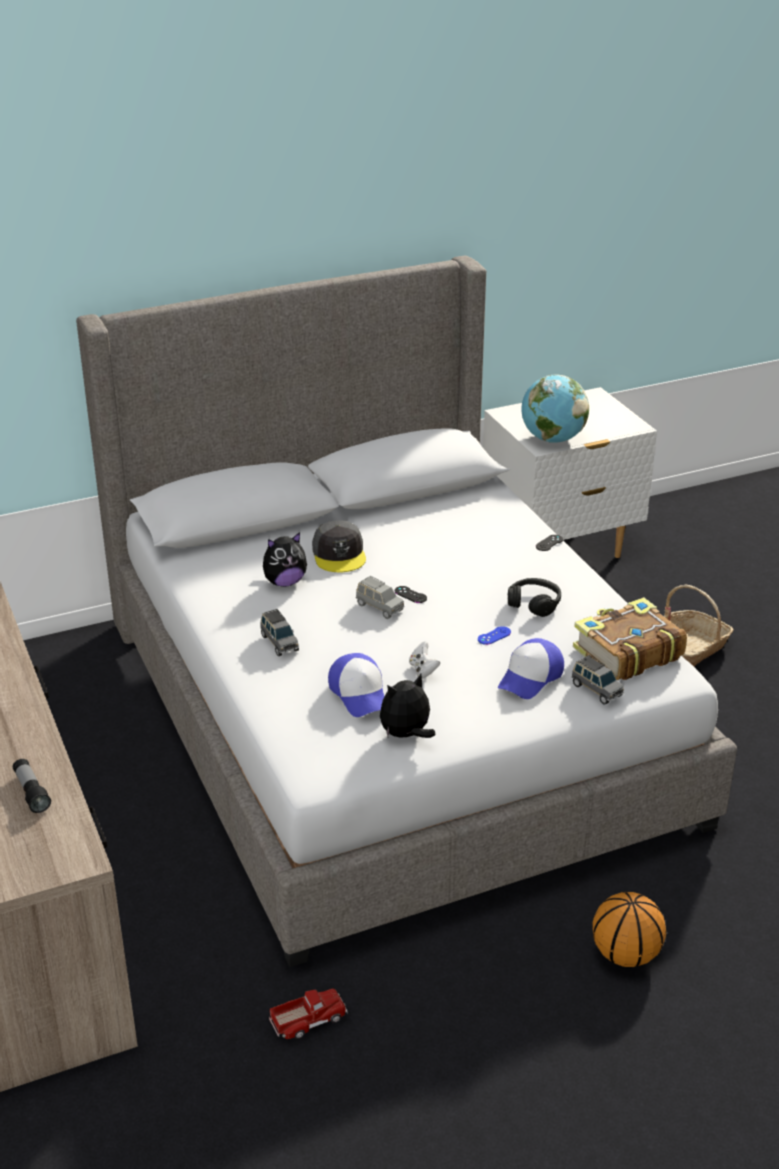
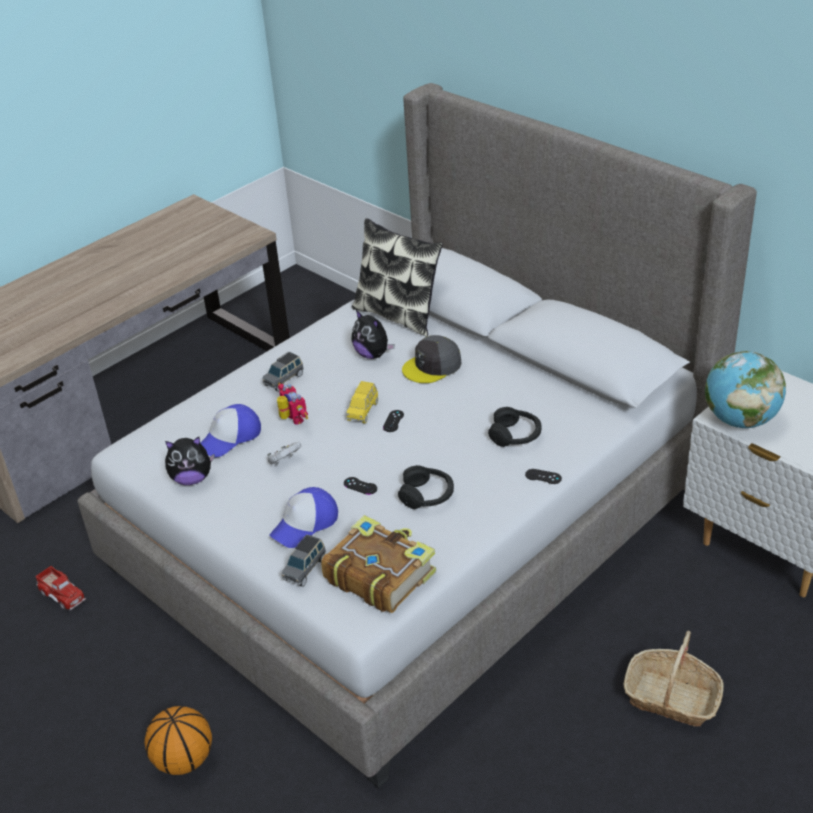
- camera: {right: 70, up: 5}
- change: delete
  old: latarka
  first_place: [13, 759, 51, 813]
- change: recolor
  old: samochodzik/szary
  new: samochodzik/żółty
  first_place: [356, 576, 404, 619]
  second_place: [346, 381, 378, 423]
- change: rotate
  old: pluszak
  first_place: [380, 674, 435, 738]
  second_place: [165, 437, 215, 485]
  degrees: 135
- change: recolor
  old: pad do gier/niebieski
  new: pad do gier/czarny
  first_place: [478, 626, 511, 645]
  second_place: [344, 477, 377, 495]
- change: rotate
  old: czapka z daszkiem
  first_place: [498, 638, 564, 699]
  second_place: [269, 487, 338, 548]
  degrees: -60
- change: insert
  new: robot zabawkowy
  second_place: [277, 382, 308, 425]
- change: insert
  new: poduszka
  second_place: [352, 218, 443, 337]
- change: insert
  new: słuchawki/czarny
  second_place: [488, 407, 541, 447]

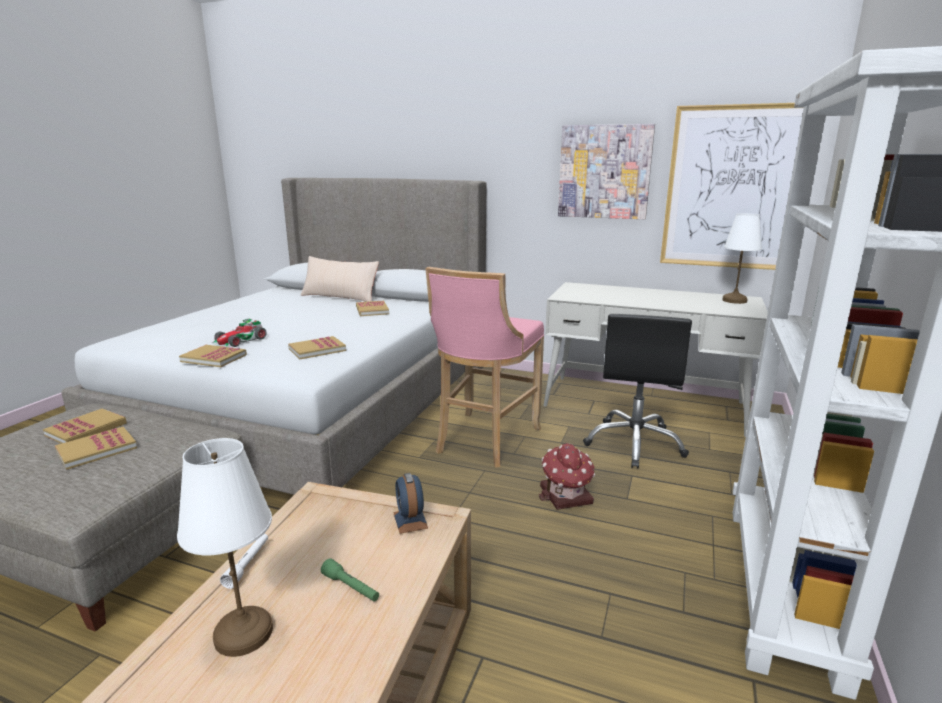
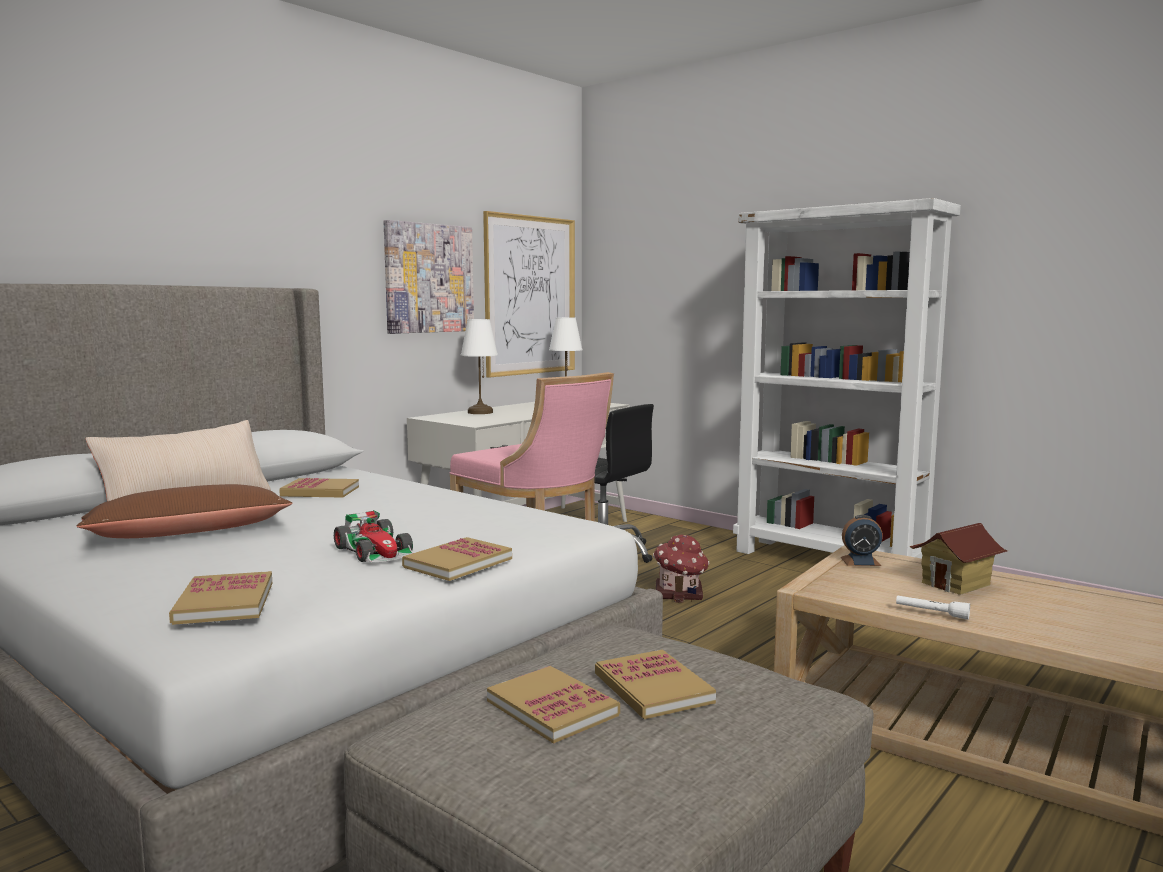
- camera: {right: -70, up: -10}
- change: move
  old: lampa stołowa/biały
  first_place: [177, 438, 273, 657]
  second_place: [461, 319, 498, 414]
- change: move
  old: książka
  first_place: [288, 336, 346, 359]
  second_place: [169, 571, 272, 625]
- change: replace
  old: latarka/zielony
  new: domek
  first_place: [321, 558, 379, 601]
  second_place: [909, 523, 1008, 595]
- change: insert
  new: poduszka/brązowy
  second_place: [76, 484, 293, 538]

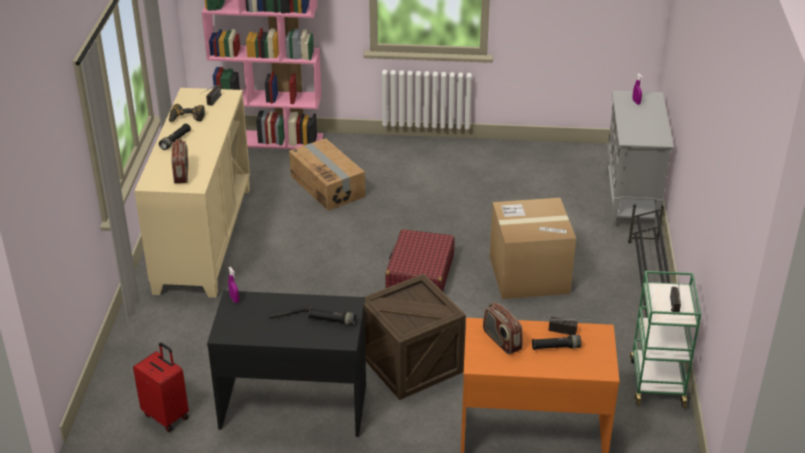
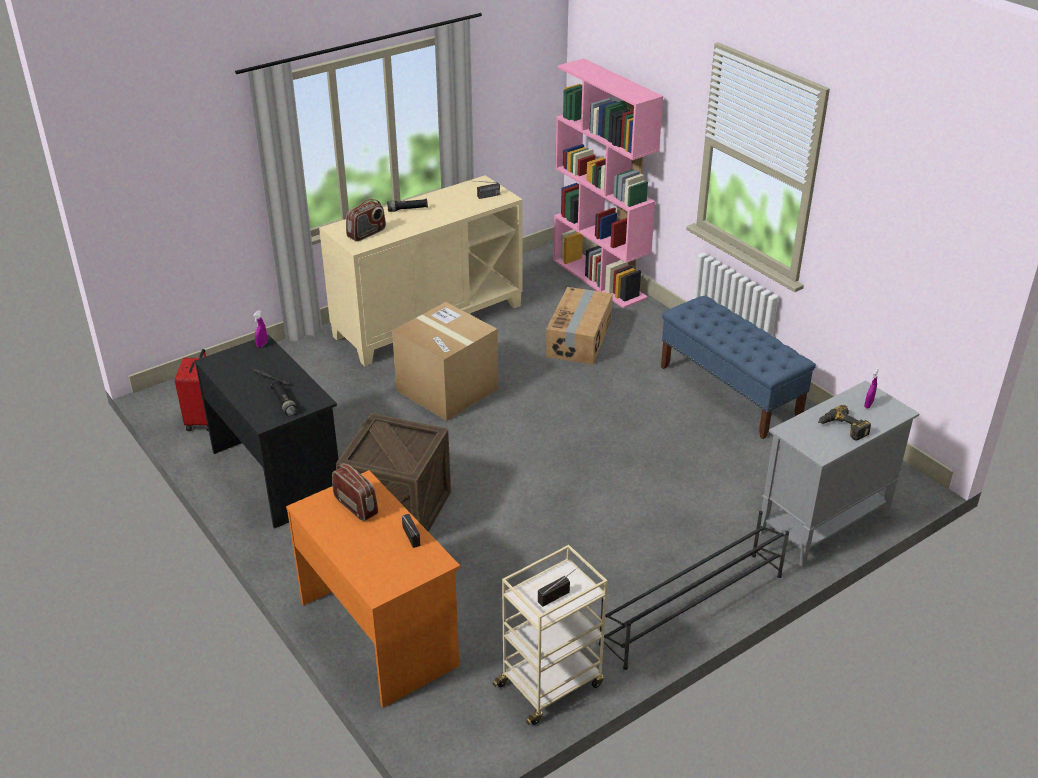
- camera: {right: 50, up: 0}
- change: move
  old: wiertarka
  first_place: [169, 104, 205, 122]
  second_place: [818, 405, 871, 441]
- change: delete
  old: walizka/czerwony
  first_place: [385, 229, 455, 292]
- change: rotate
  old: radio
  first_place: [483, 303, 523, 355]
  second_place: [332, 464, 378, 521]
  degrees: 120
- change: move
  old: karton
  first_place: [490, 197, 576, 299]
  second_place: [392, 302, 498, 421]
- change: delete
  old: latarka/czarny
  first_place: [532, 335, 581, 350]
- change: recolor
  old: wózek/zielony
  new: wózek/beżowy
  first_place: [630, 271, 701, 408]
  second_place: [493, 545, 608, 725]
- change: insert
  new: ławka/niebieski
  second_place: [661, 295, 816, 439]

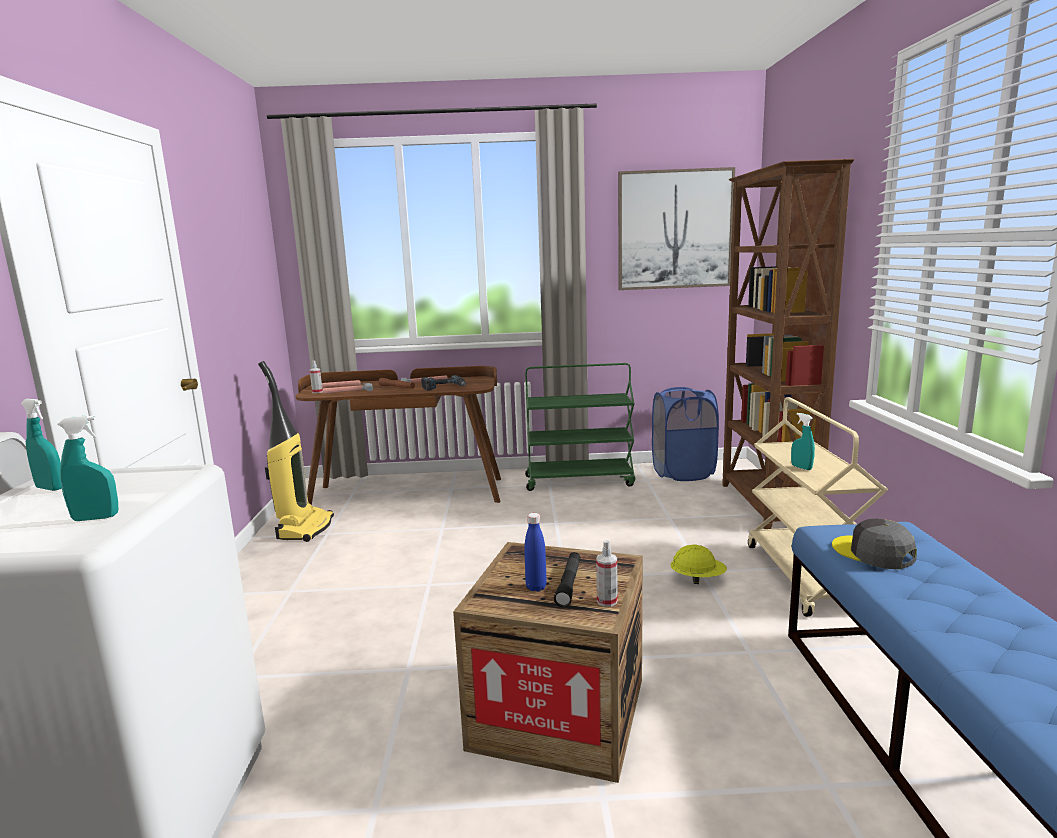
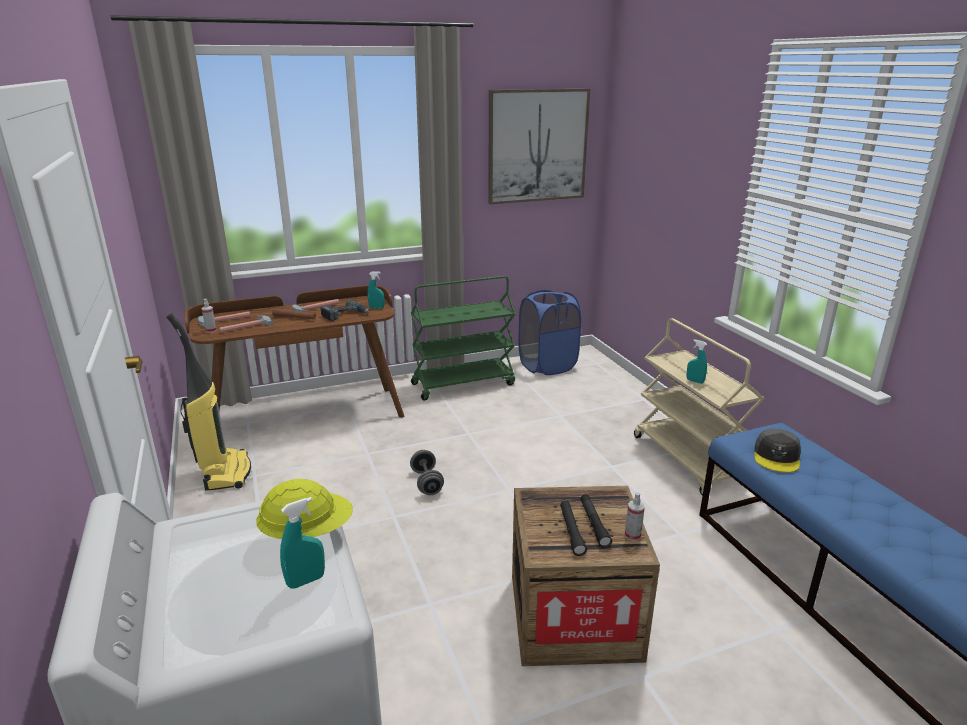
- camera: {right: -20, up: 10}
- change: move
  old: spryskiwacz/turkusowy
  first_place: [21, 399, 62, 491]
  second_place: [368, 272, 384, 309]
- change: replace
  old: butelka/niebieski
  new: latarka/czarny
  first_place: [524, 513, 547, 592]
  second_place: [560, 501, 587, 556]
- change: move
  old: kask/żółty
  first_place: [670, 544, 727, 584]
  second_place: [256, 479, 353, 539]
- change: delete
  old: regał/brązowy
  first_place: [722, 159, 854, 529]
- change: rotate
  old: czapka z daszkiem/szary
  first_place: [832, 518, 917, 569]
  second_place: [754, 428, 801, 473]
  degrees: -105
- change: insert
  new: hantel/szary
  second_place: [410, 450, 444, 495]

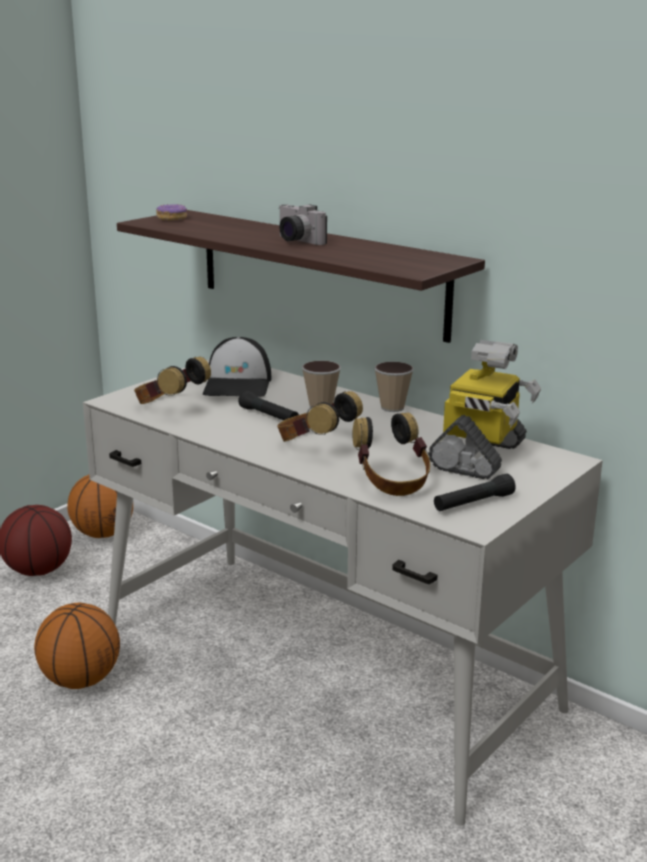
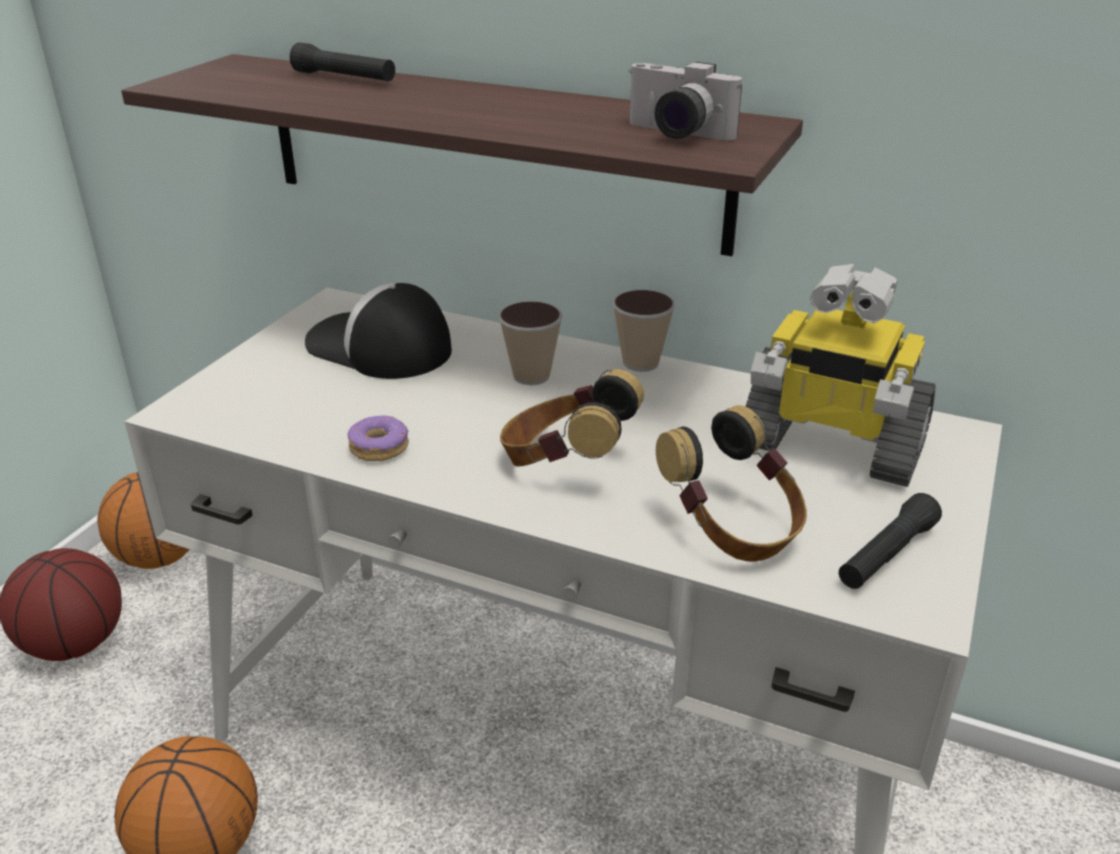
- camera: {right: -15, up: 10}
- change: delete
  old: słuchawki
  first_place: [134, 357, 211, 404]
- change: move
  old: donut
  first_place: [156, 204, 187, 221]
  second_place: [348, 415, 409, 461]
- change: rotate
  old: czapka z daszkiem
  first_place: [203, 337, 272, 397]
  second_place: [305, 283, 452, 379]
  degrees: 135
- change: move
  old: latarka/czarny
  first_place: [238, 391, 299, 420]
  second_place: [290, 43, 395, 81]
- change: move
  old: aparat fotograficzny
  first_place: [279, 204, 327, 245]
  second_place: [629, 62, 742, 141]
- change: rotate
  old: robot zabawkowy
  first_place: [428, 340, 541, 479]
  second_place: [746, 264, 936, 487]
  degrees: 105

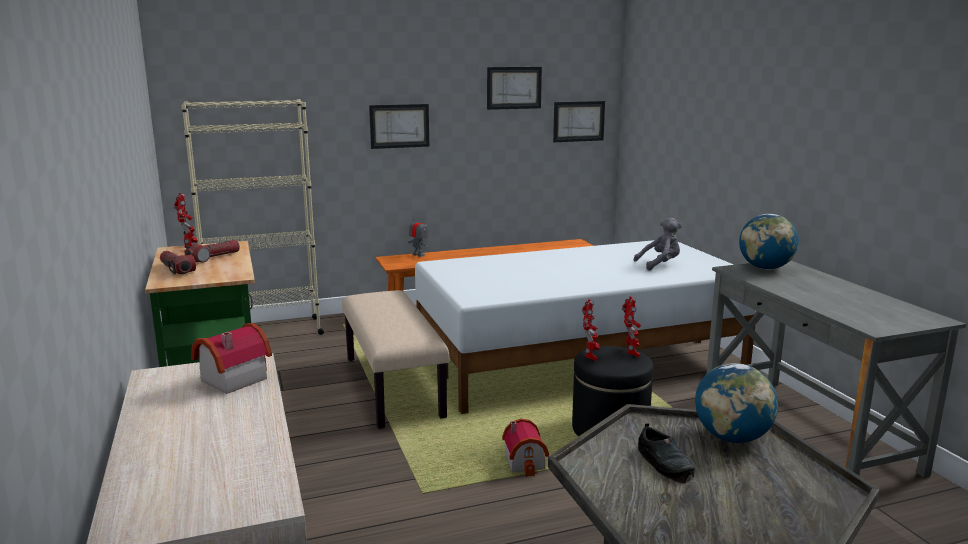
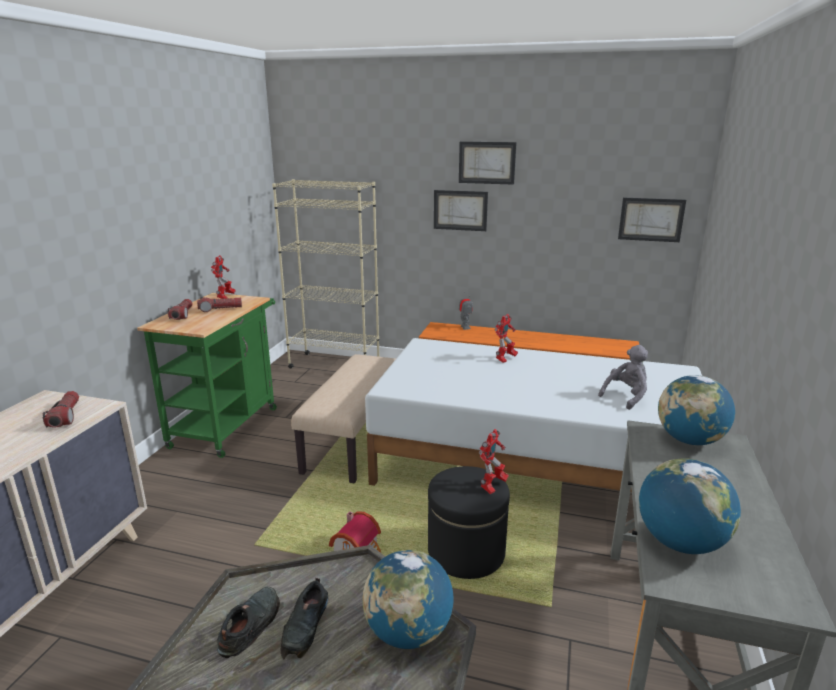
- camera: {right: 35, up: 5}
- change: replace
  old: domek
  new: latarka
  first_place: [191, 323, 272, 394]
  second_place: [42, 391, 79, 428]
- change: move
  old: obraz
  first_place: [487, 67, 542, 110]
  second_place: [459, 142, 517, 185]
- change: move
  old: robot zabawkowy
  first_place: [582, 299, 600, 361]
  second_place: [495, 314, 518, 363]
- change: rotate
  old: pluszak/szary
  first_place: [634, 218, 682, 271]
  second_place: [598, 345, 648, 410]
  degrees: -60
- change: insert
  new: but/czarny
  second_place: [217, 587, 280, 658]
- change: insert
  new: globus
  second_place: [639, 458, 741, 554]

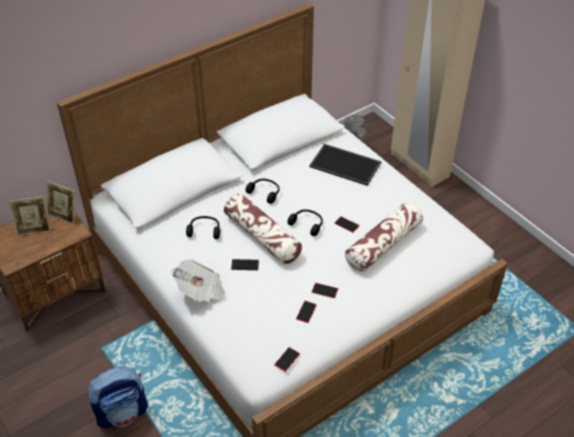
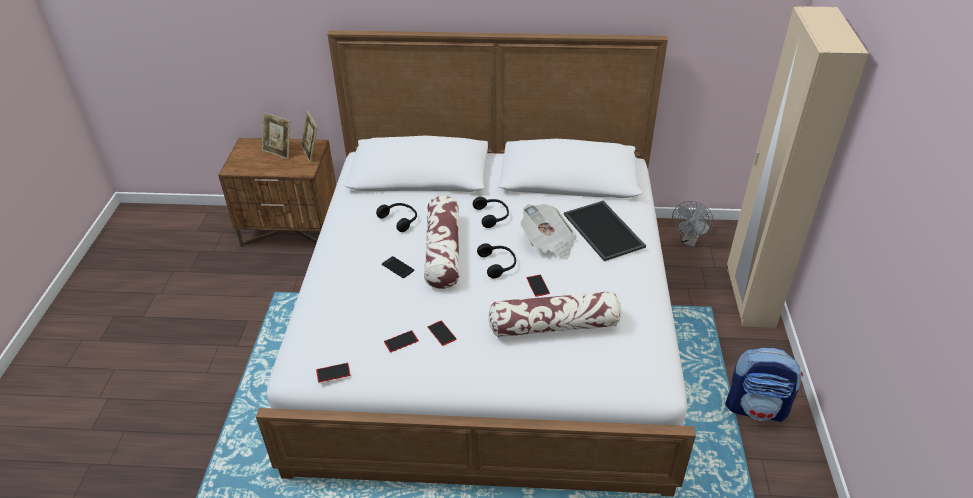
- camera: {right: 40, up: -5}
- change: move
  old: plecak
  first_place: [88, 367, 148, 429]
  second_place: [725, 348, 803, 422]
- change: move
  old: gazeta
  first_place: [171, 260, 227, 302]
  second_place: [520, 204, 576, 260]

